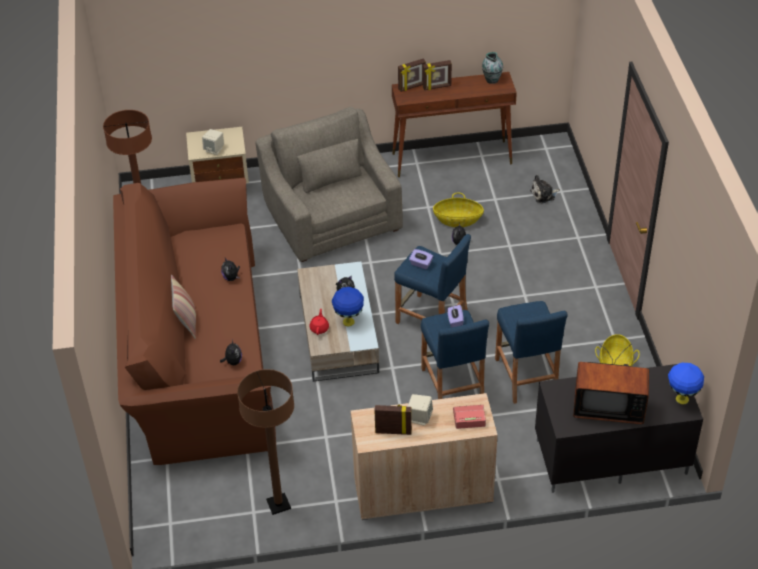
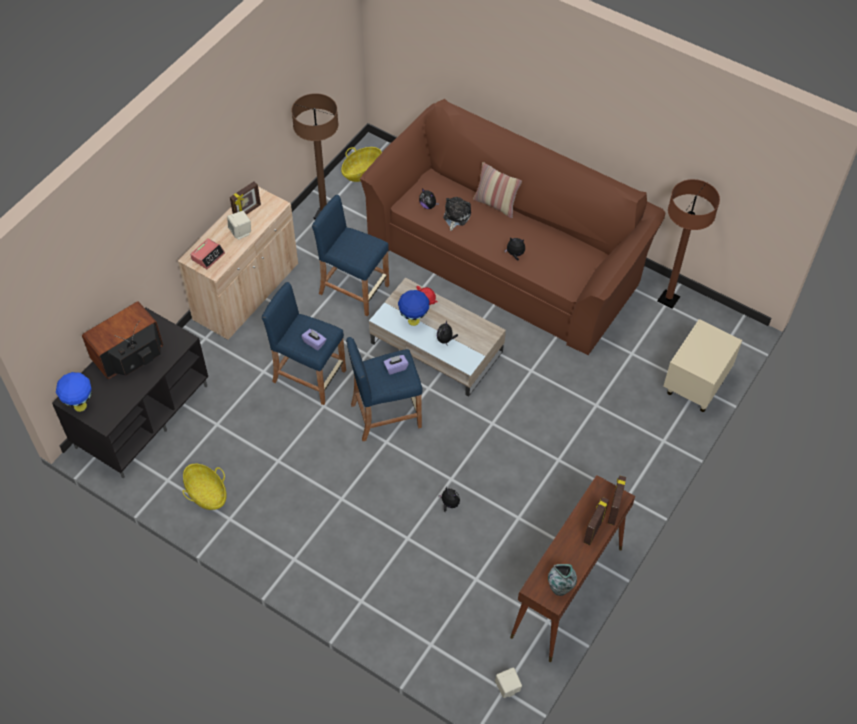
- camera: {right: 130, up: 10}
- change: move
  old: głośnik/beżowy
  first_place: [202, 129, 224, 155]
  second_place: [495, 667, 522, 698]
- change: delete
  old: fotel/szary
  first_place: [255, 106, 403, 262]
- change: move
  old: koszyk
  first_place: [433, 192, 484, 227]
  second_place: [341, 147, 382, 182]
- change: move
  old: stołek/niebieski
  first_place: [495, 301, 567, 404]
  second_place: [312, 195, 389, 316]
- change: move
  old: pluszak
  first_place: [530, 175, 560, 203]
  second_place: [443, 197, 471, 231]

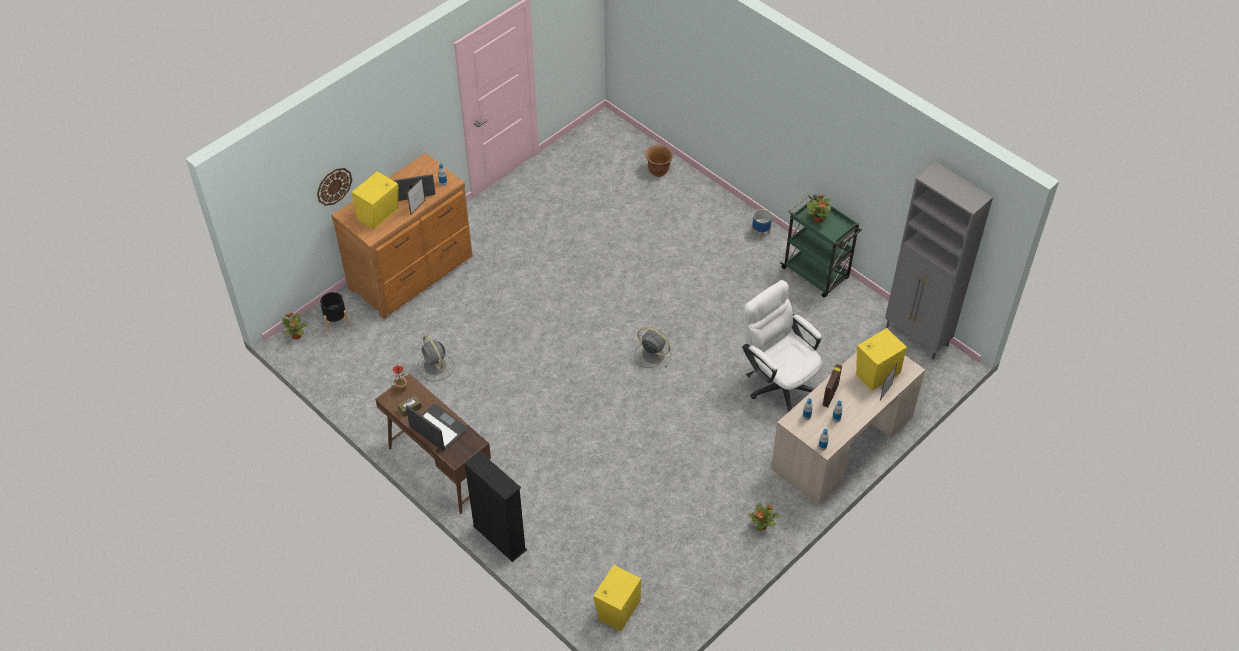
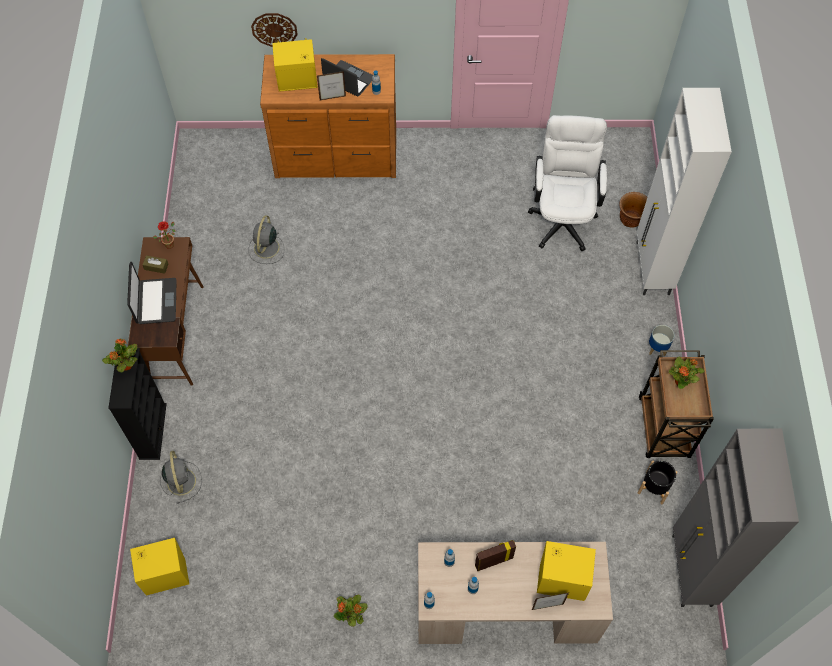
- camera: {right: 45, up: 10}
- change: move
  old: roślina doniczkowa
  first_place: [282, 313, 307, 340]
  second_place: [102, 338, 137, 372]
- change: move
  old: donica/czarny
  first_place: [320, 292, 350, 332]
  second_place: [638, 461, 677, 504]
- change: move
  old: wentylator/szary
  first_place: [634, 327, 671, 368]
  second_place: [160, 451, 202, 504]
- change: move
  old: krzesło biurowe/biały
  first_place: [742, 280, 822, 412]
  second_place: [528, 115, 607, 251]
- change: recolor
  old: wózek/zielony
  new: wózek/brązowy
  first_place: [781, 194, 862, 298]
  second_place: [639, 350, 714, 458]
- change: insert
  new: szafka/biały
  second_place: [637, 88, 732, 295]

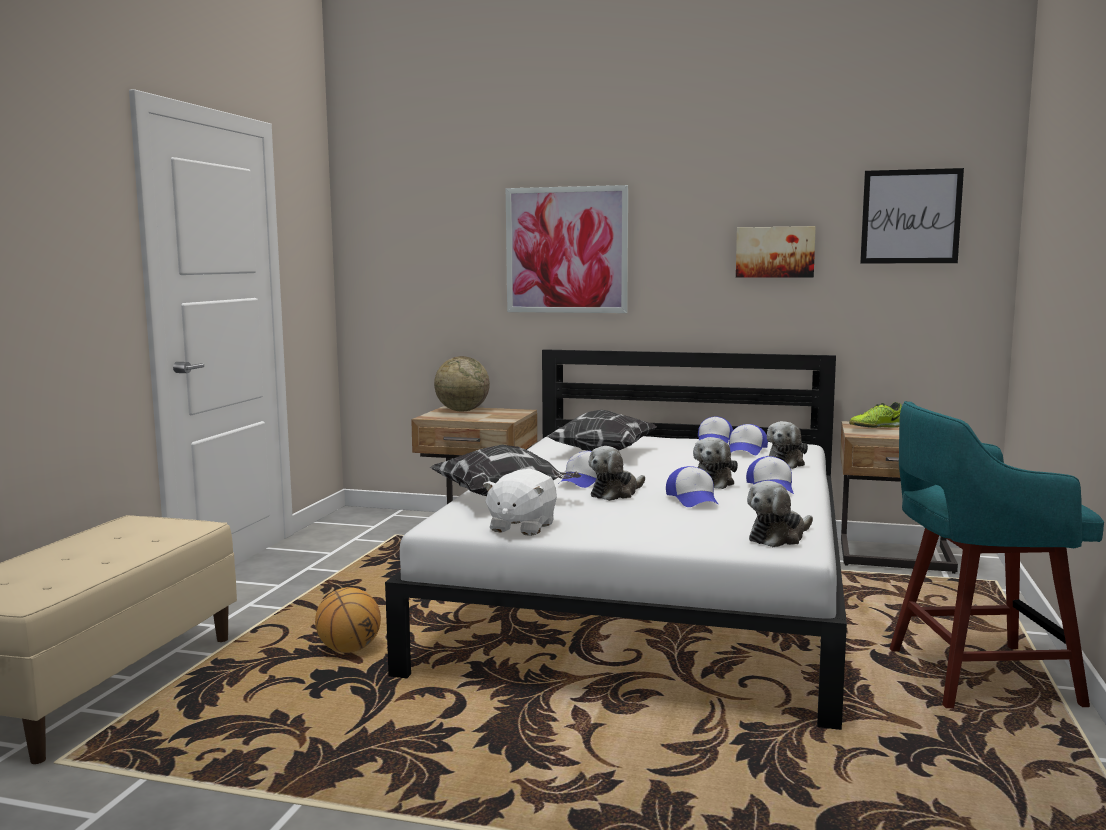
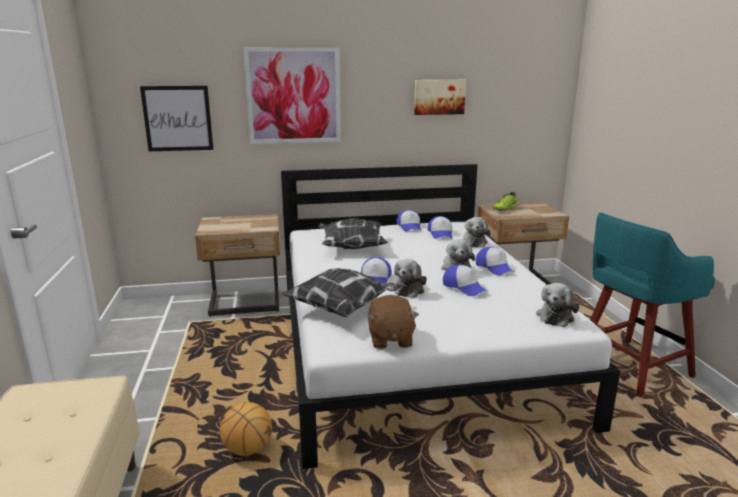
- camera: {right: -25, up: 10}
- change: delete
  old: globus
  first_place: [434, 356, 490, 411]
- change: recolor
  old: pluszak/biały
  new: pluszak/brązowy
  first_place: [483, 469, 557, 536]
  second_place: [368, 295, 419, 349]
- change: move
  old: obraz
  first_place: [860, 168, 964, 263]
  second_place: [140, 86, 214, 151]

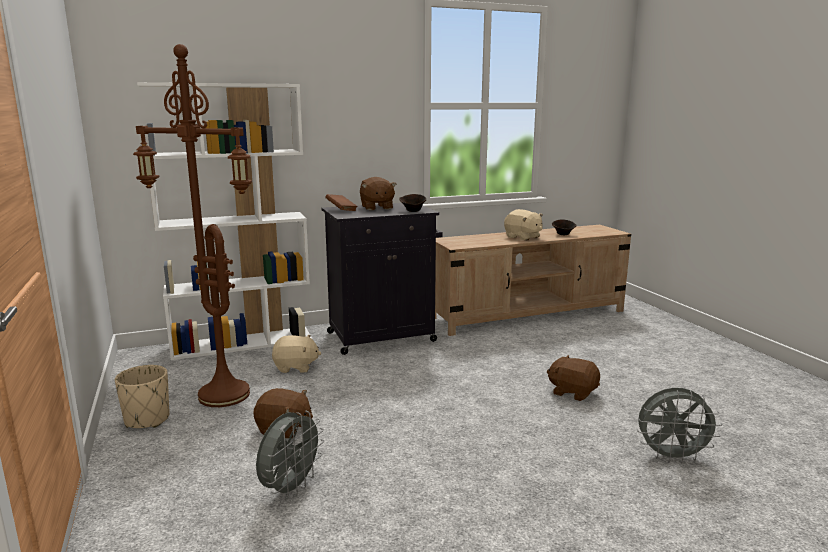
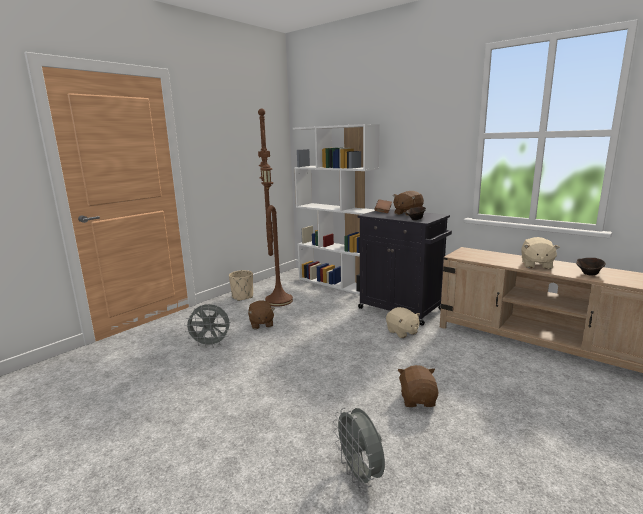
- camera: {right: 60, up: 0}
- change: move
  old: pluszak/beżowy
  first_place: [272, 335, 321, 373]
  second_place: [386, 307, 420, 338]

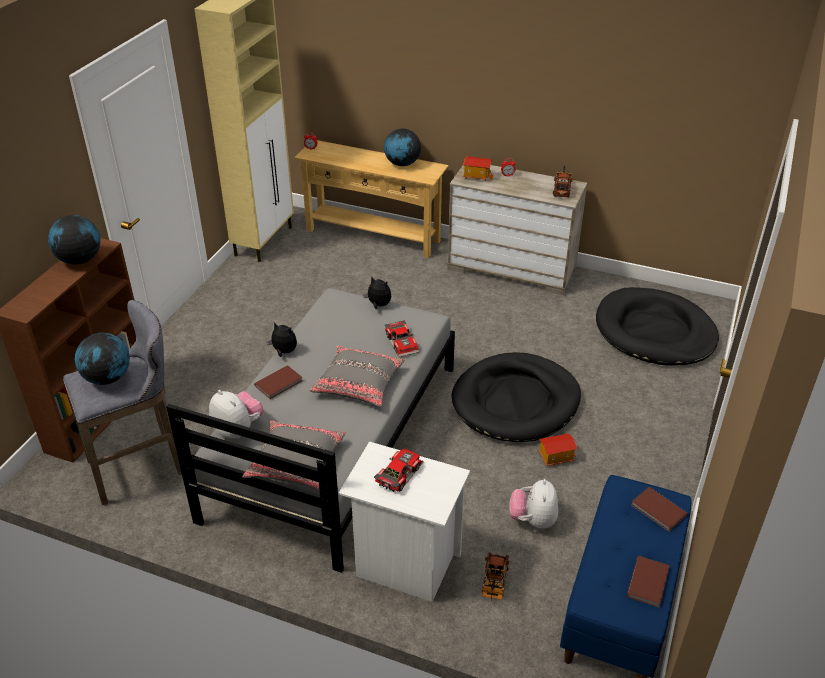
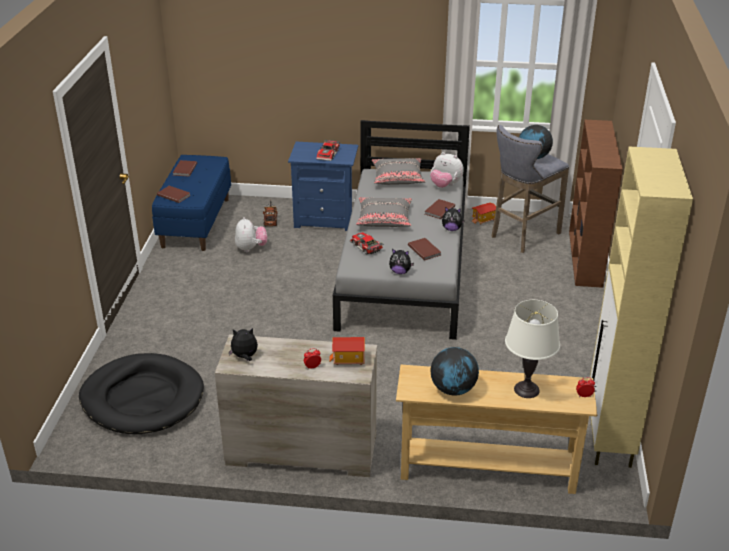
- camera: {right: 165, up: -5}
- change: delete
  old: globus
  first_place: [48, 215, 100, 265]
- change: recolor
  old: szafka nocna/biały
  new: szafka nocna/niebieski
  first_place: [339, 442, 470, 602]
  second_place: [288, 142, 358, 231]
- change: delete
  old: legowisko/czarny
  first_place: [452, 352, 581, 442]
- change: move
  old: domek
  first_place: [538, 433, 577, 466]
  second_place: [472, 202, 496, 224]
- change: replace
  old: ciężarówka zabawkowa
  new: pluszak
  first_place: [553, 164, 572, 197]
  second_place: [229, 328, 258, 361]
- change: insert
  new: książka/brązowy
  second_place: [408, 238, 441, 261]
- change: insert
  new: lampa stołowa/biały
  second_place: [505, 300, 560, 398]

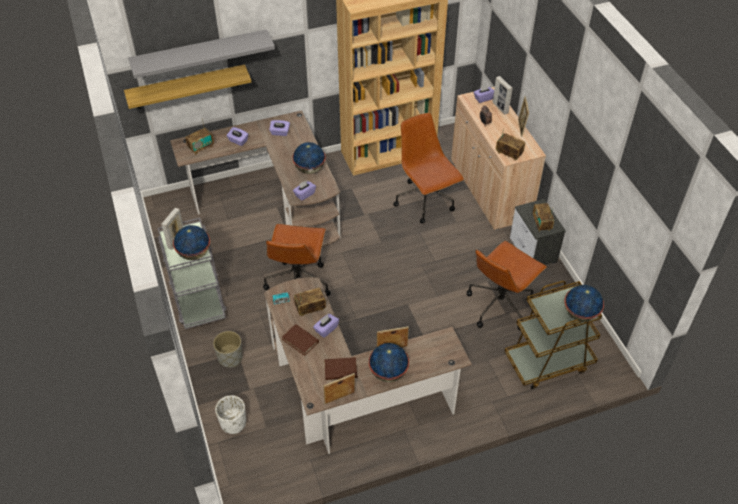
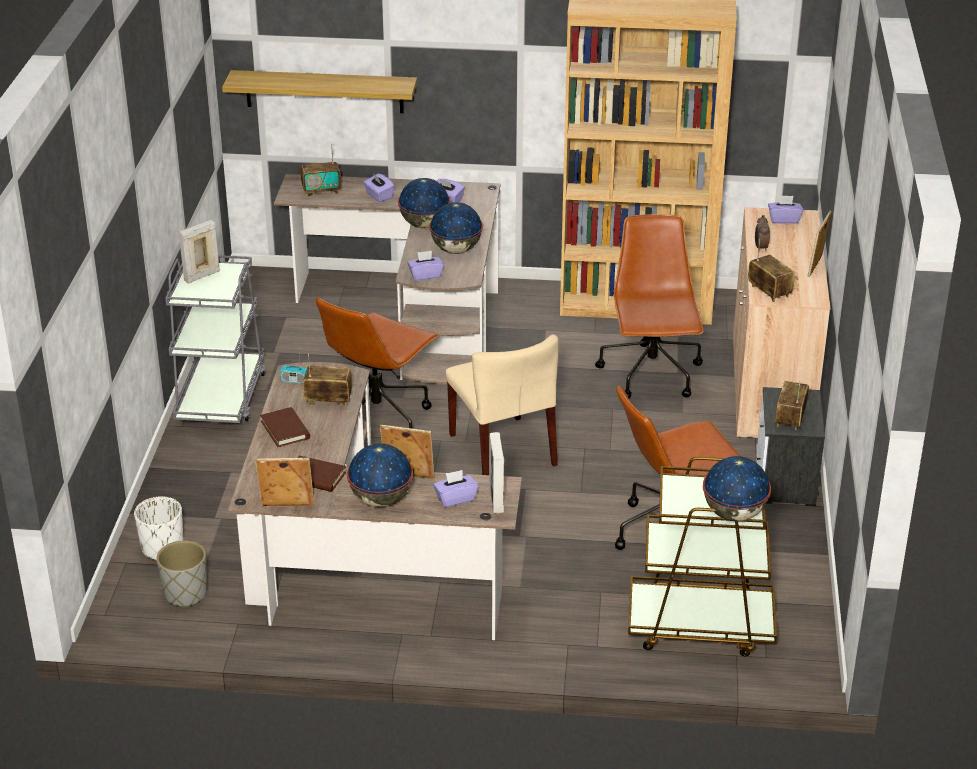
- camera: {right: 25, up: -15}
- change: delete
  old: półka/szary
  first_place: [128, 29, 275, 79]
- change: move
  old: globus
  first_place: [173, 225, 210, 260]
  second_place: [398, 178, 450, 228]
- change: move
  old: donica/szary
  first_place: [213, 331, 243, 368]
  second_place: [156, 540, 207, 608]
- change: move
  old: pudełko chusteczek/fioletowy
  first_place: [313, 314, 339, 338]
  second_place: [433, 470, 478, 507]
- change: move
  old: ramka na zdjęcie
  first_place: [493, 76, 513, 114]
  second_place: [489, 432, 504, 513]
- change: insert
  new: krzesło/beżowy
  second_place: [446, 334, 559, 475]

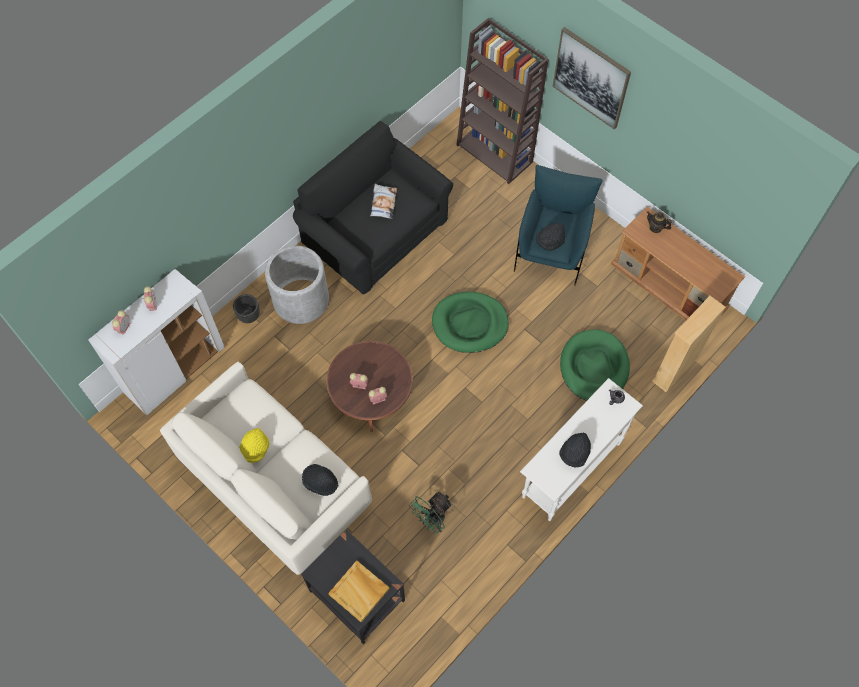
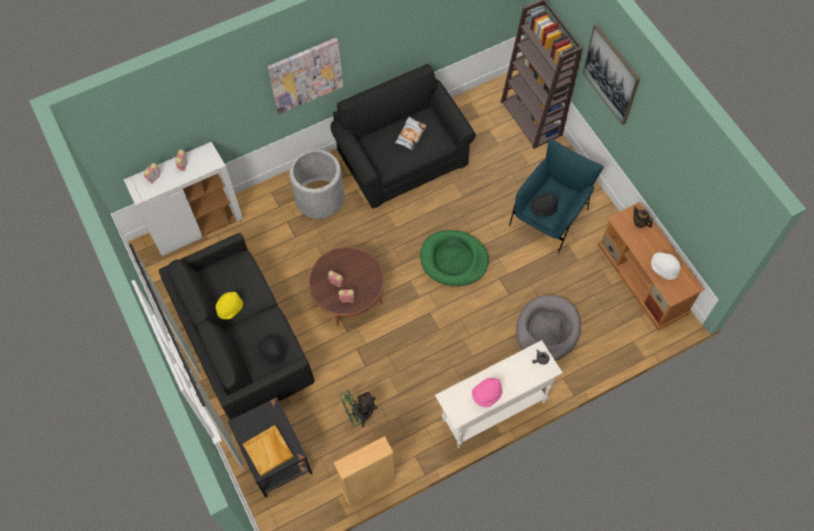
- camera: {right: 20, up: 0}
- change: recolor
  old: kanapa/biały
  new: kanapa/czarny
  first_place: [160, 362, 372, 575]
  second_place: [159, 233, 314, 420]
- change: delete
  old: donica/czarny
  first_place: [233, 294, 260, 323]
- change: recolor
  old: kapelusz/czarny
  new: kapelusz/różowy
  first_place: [559, 433, 591, 468]
  second_place: [472, 378, 502, 407]
- change: recolor
  old: legowisko/zielony
  new: legowisko/szary
  first_place: [560, 329, 630, 401]
  second_place: [516, 295, 581, 361]
- change: move
  old: regał/beżowy
  first_place: [652, 296, 725, 392]
  second_place: [334, 436, 396, 506]
- change: insert
  new: obraz
  second_place: [267, 38, 343, 114]
- change: insert
  new: kapelusz/biały
  second_place: [651, 252, 681, 280]

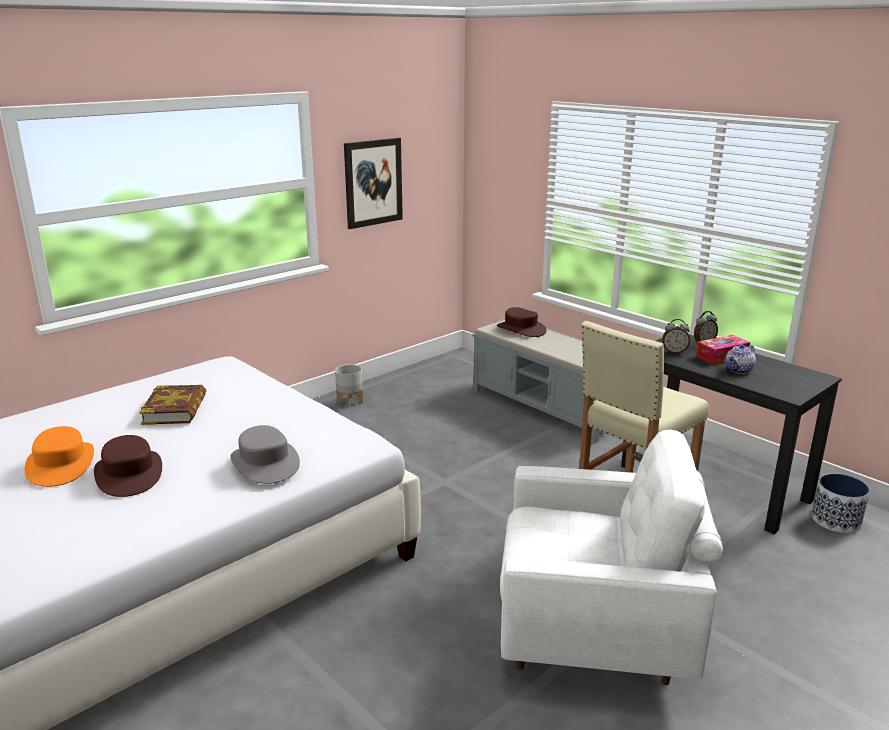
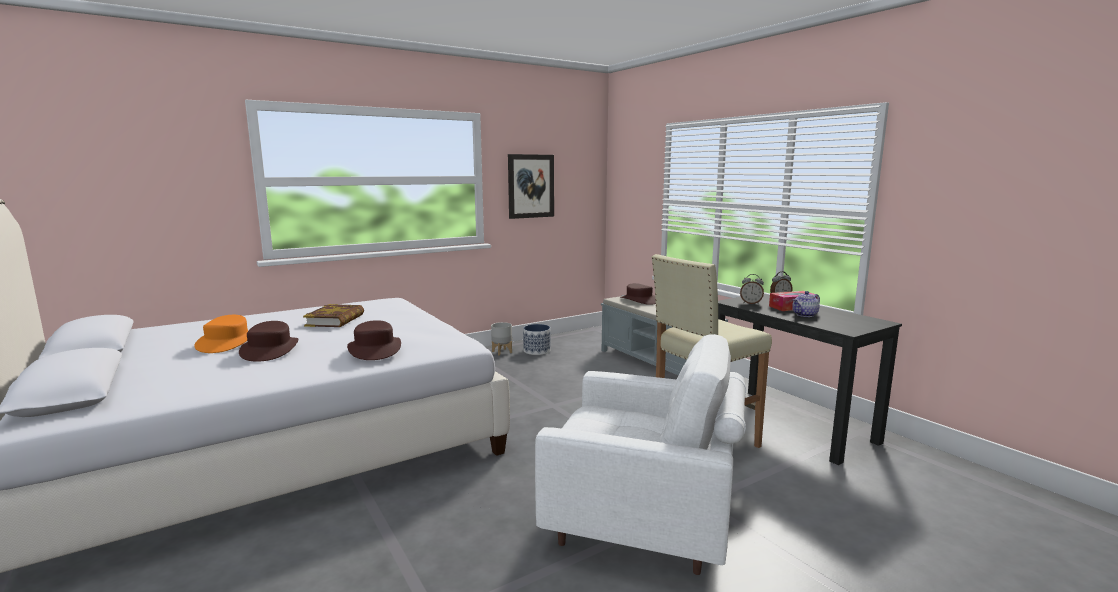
- camera: {right: 10, up: -10}
- change: recolor
  old: kapelusz/szary
  new: kapelusz/brązowy
  first_place: [230, 425, 300, 484]
  second_place: [347, 320, 401, 360]
- change: move
  old: donica
  first_place: [811, 473, 870, 533]
  second_place: [523, 324, 551, 355]

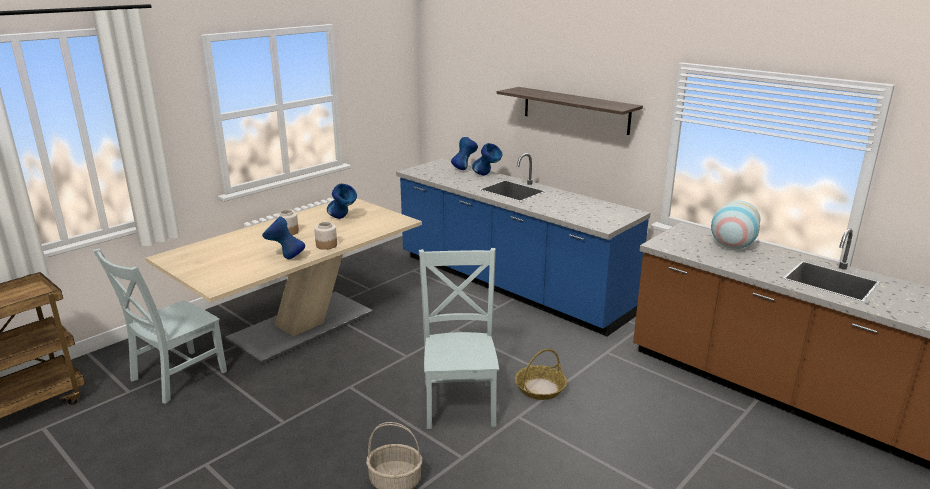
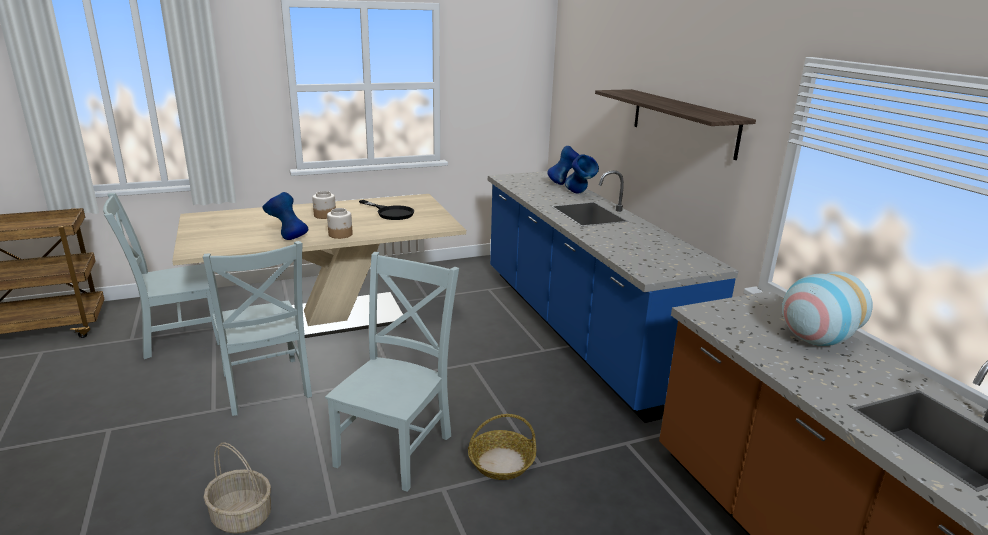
- camera: {right: 25, up: 0}
- change: replace
  old: wazon/niebieski
  new: patelnia/czarny
  first_place: [327, 184, 357, 219]
  second_place: [359, 200, 414, 220]
- change: insert
  new: krzesło/szary
  second_place: [203, 241, 312, 416]

